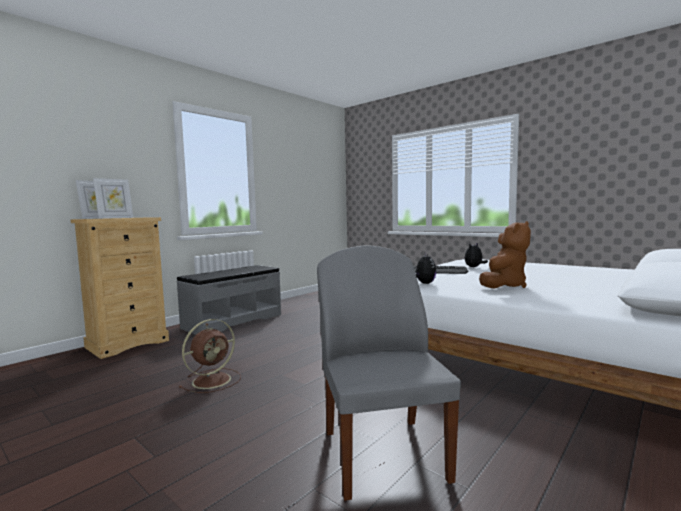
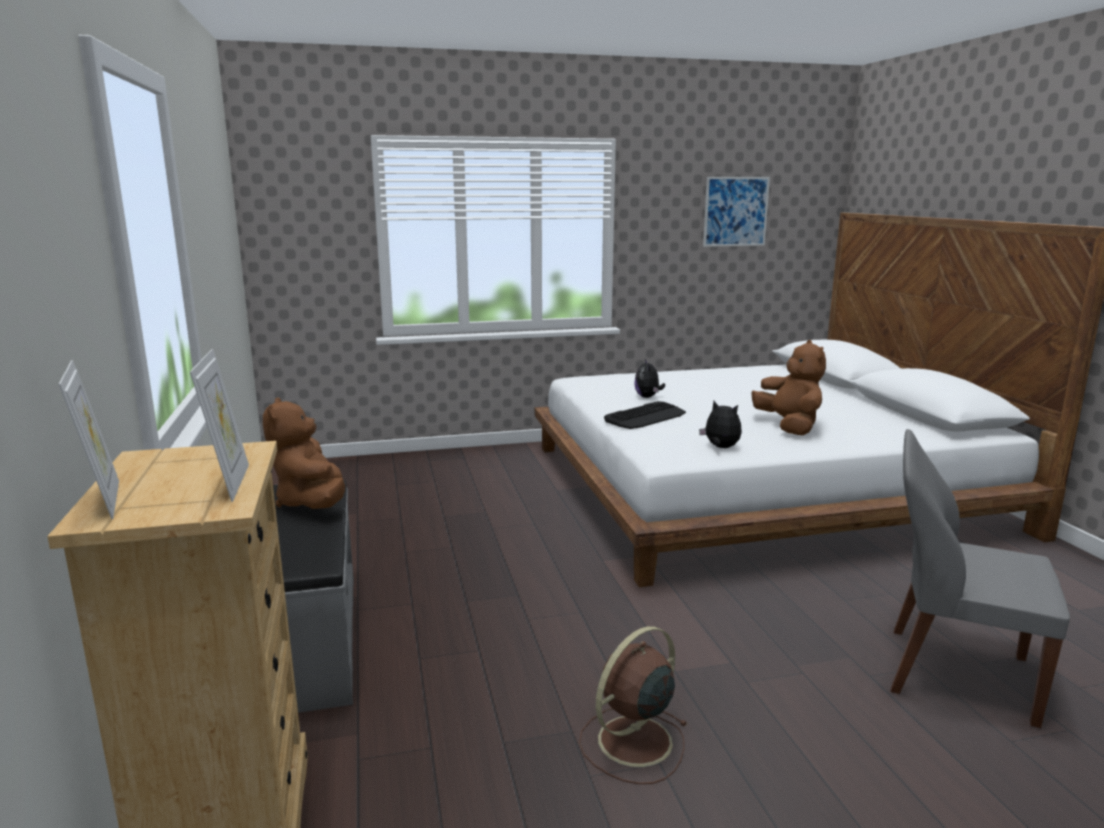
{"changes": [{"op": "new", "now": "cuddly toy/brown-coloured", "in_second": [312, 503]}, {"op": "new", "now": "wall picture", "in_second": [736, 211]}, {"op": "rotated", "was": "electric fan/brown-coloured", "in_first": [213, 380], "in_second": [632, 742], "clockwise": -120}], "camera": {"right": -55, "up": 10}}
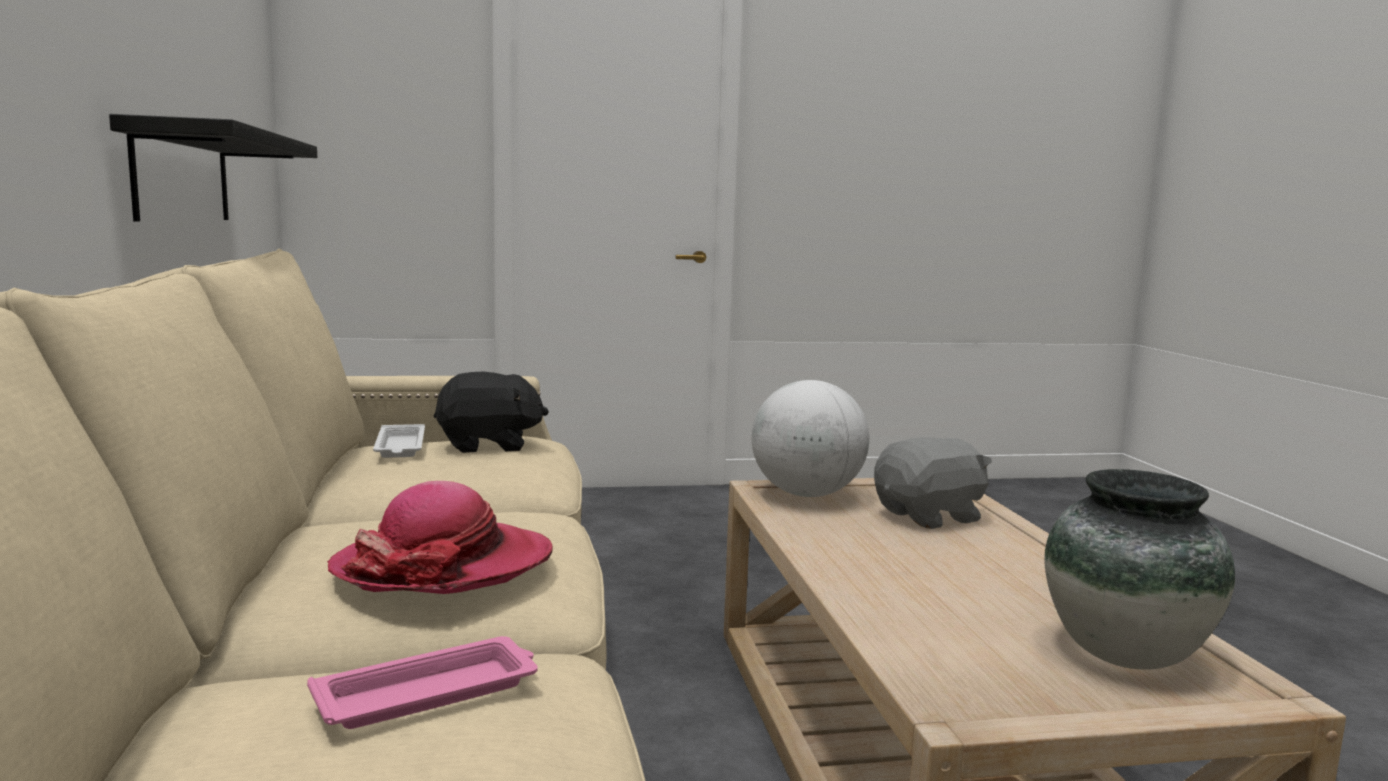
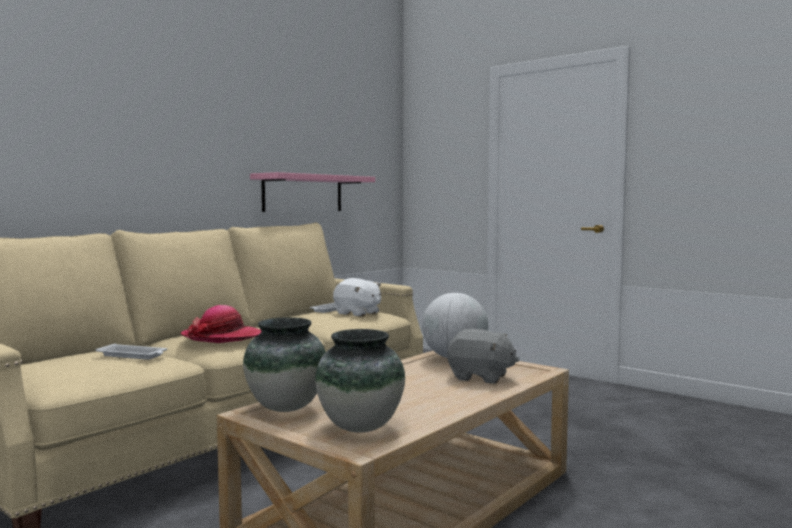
{"changes": [{"op": "new", "now": "flower vase", "in_second": [286, 407]}, {"op": "repainted", "was": "bracket shelf/black-coloured", "now": "bracket shelf/pink-coloured", "in_first": [182, 176], "in_second": [303, 193]}, {"op": "repainted", "was": "carrying tray/pink-coloured", "now": "carrying tray/whitish", "in_first": [431, 693], "in_second": [133, 355]}, {"op": "repainted", "was": "cuddly toy/black-coloured", "now": "cuddly toy/whitish", "in_first": [489, 445], "in_second": [357, 313]}], "camera": {"right": 50, "up": -5}}
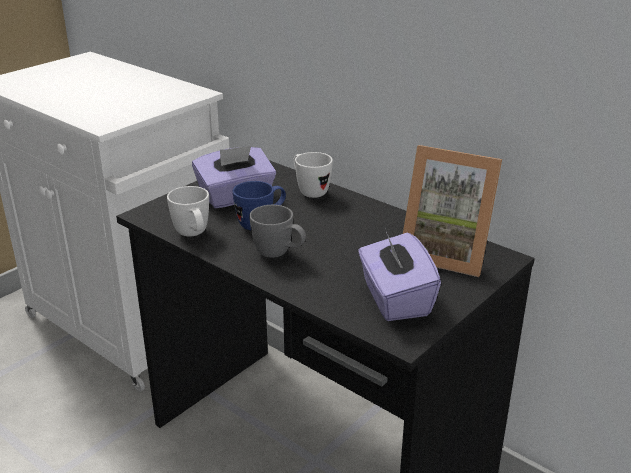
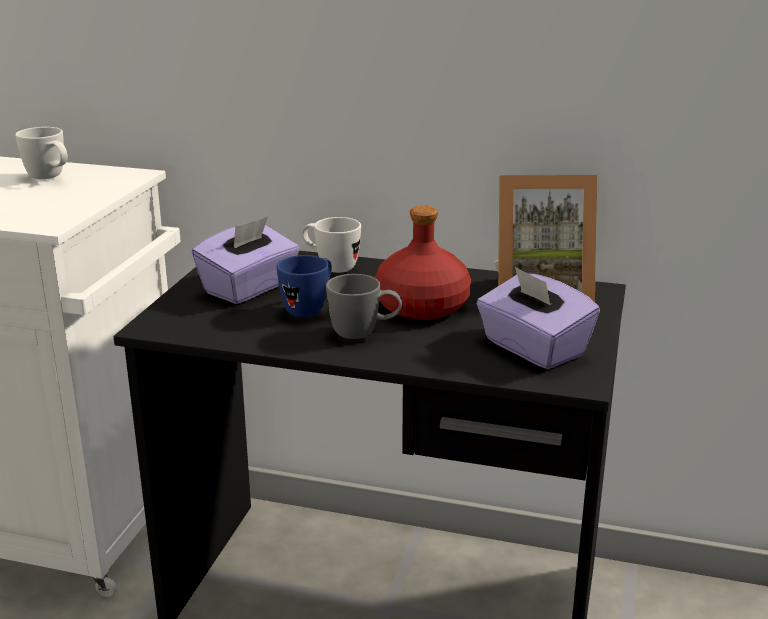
{"changes": [{"op": "new", "now": "beverage bottle/red-coloured", "in_second": [422, 306]}, {"op": "shifted", "was": "tea mug/whitish", "in_first": [193, 235], "in_second": [50, 178]}], "camera": {"right": -25, "up": -5}}
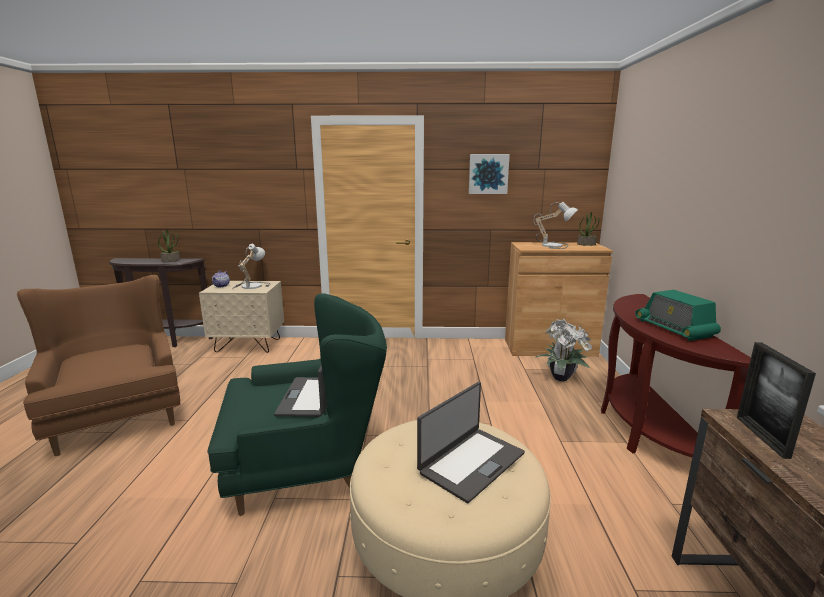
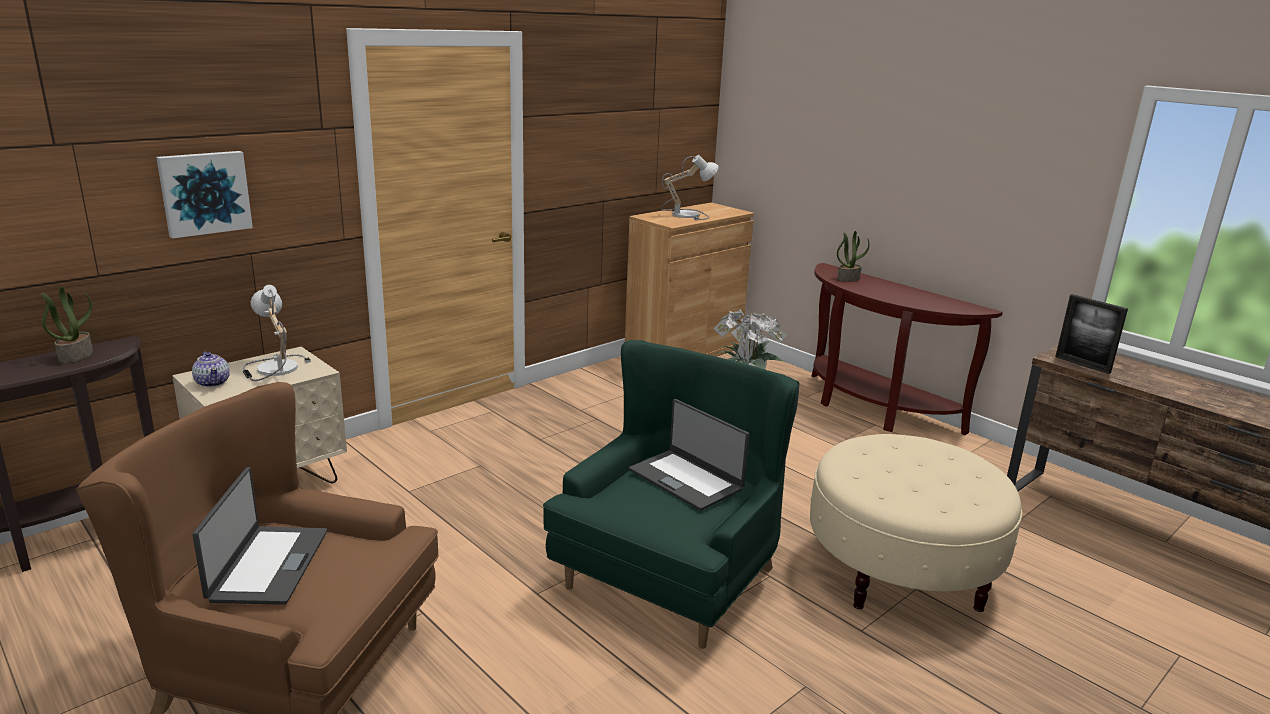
{"changes": [{"op": "gone", "was": "radio receiver", "in_first": [674, 328]}, {"op": "shifted", "was": "notebook computer", "in_first": [471, 462], "in_second": [267, 565]}, {"op": "shifted", "was": "wall picture", "in_first": [488, 174], "in_second": [204, 193]}, {"op": "shifted", "was": "houseplant", "in_first": [586, 244], "in_second": [848, 279]}], "camera": {"right": -45, "up": 5}}
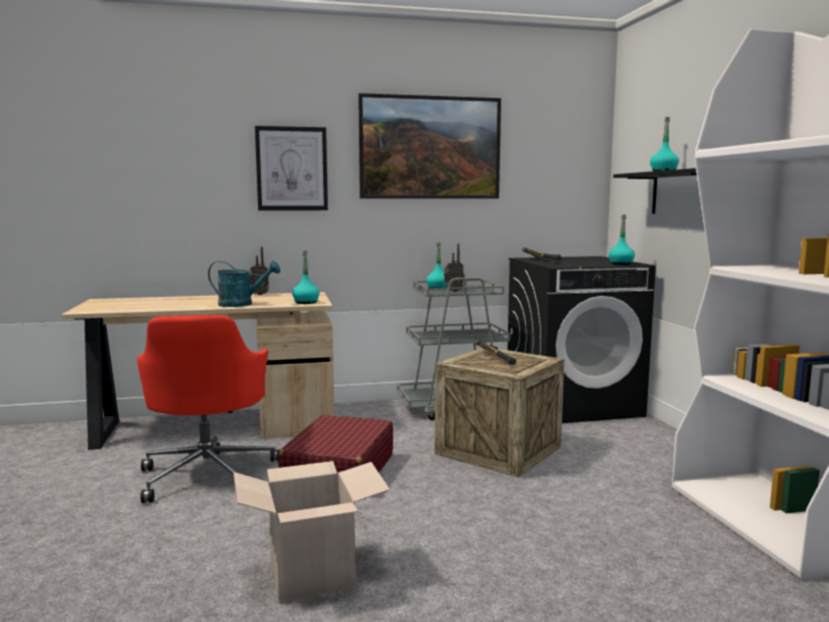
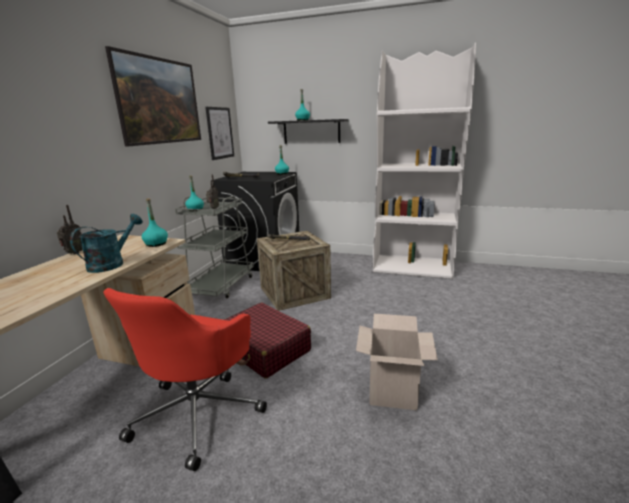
{"changes": [{"op": "shifted", "was": "wall picture", "in_first": [292, 169], "in_second": [220, 133]}, {"op": "rotated", "was": "computer chair/red-coloured", "in_first": [208, 474], "in_second": [199, 412], "clockwise": 90}], "camera": {"right": -60, "up": 10}}
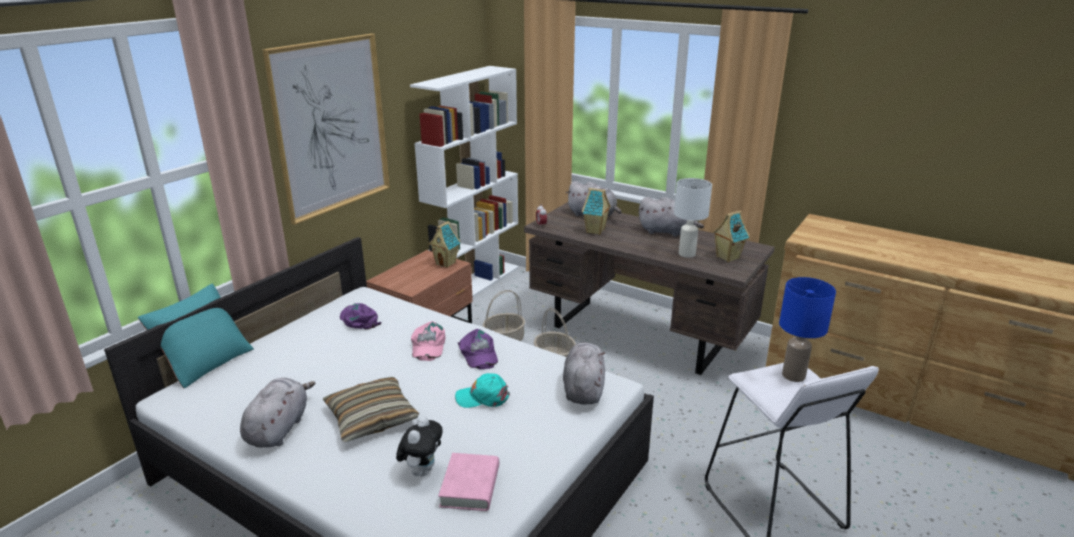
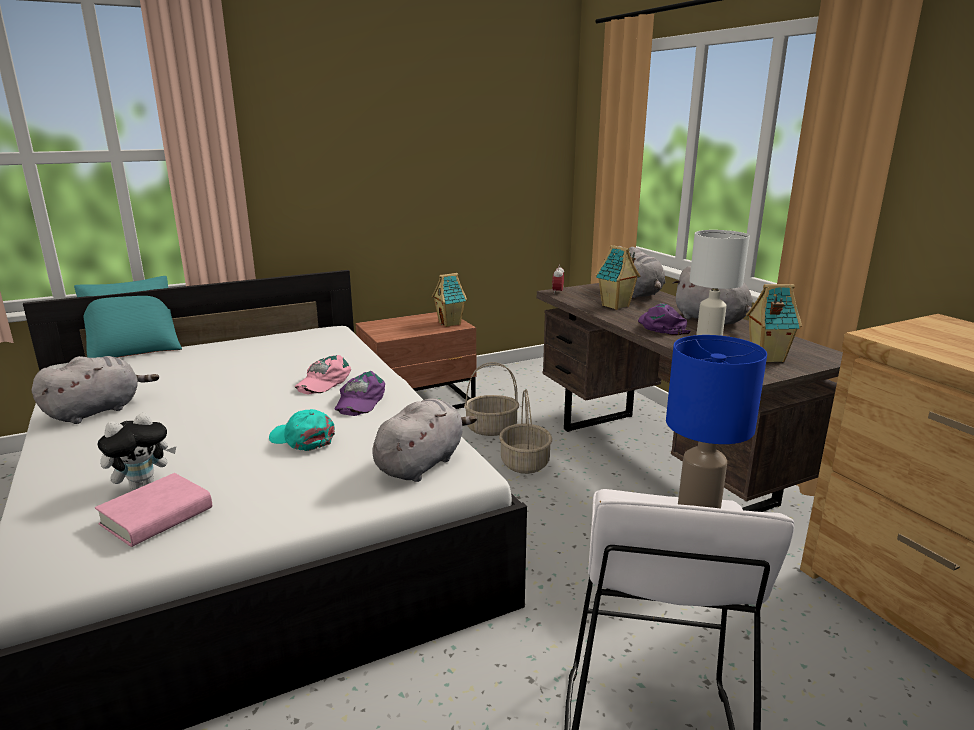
{"changes": [{"op": "gone", "was": "wall picture", "in_first": [332, 126]}, {"op": "gone", "was": "pillow", "in_first": [372, 418]}, {"op": "gone", "was": "bookcase/whitish", "in_first": [474, 283]}, {"op": "shifted", "was": "cap/purplish", "in_first": [359, 320], "in_second": [661, 326]}], "camera": {"right": 30, "up": -5}}
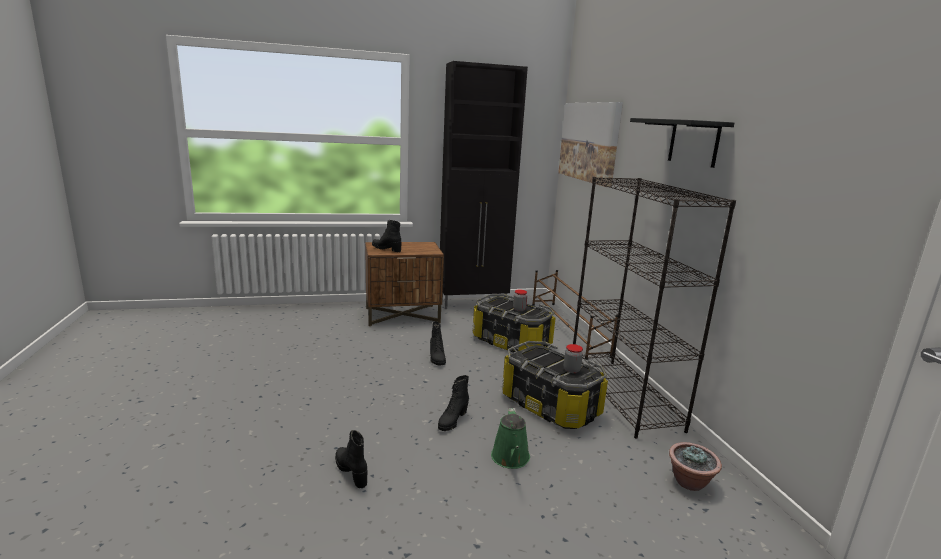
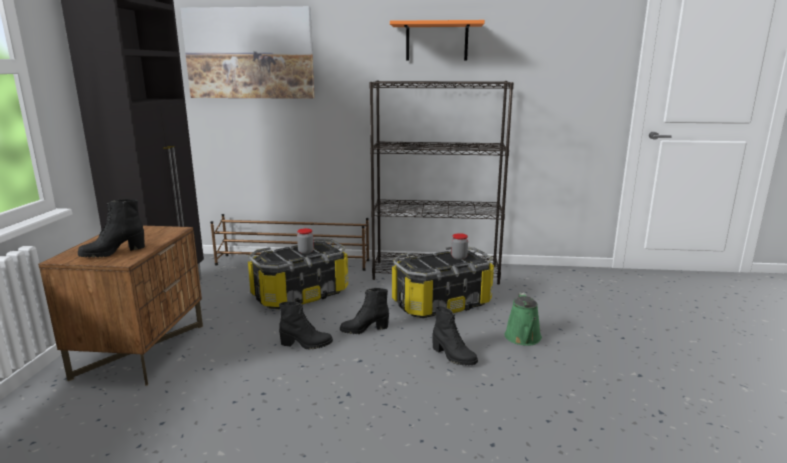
{"changes": [{"op": "gone", "was": "houseplant", "in_first": [689, 482]}, {"op": "shifted", "was": "boot/black-coloured", "in_first": [352, 471], "in_second": [364, 329]}, {"op": "repainted", "was": "bracket shelf/black-coloured", "now": "bracket shelf/orange", "in_first": [693, 142], "in_second": [436, 42]}, {"op": "rotated", "was": "sprinkling can/greenish", "in_first": [510, 459], "in_second": [523, 338], "clockwise": 75}], "camera": {"right": -70, "up": 0}}
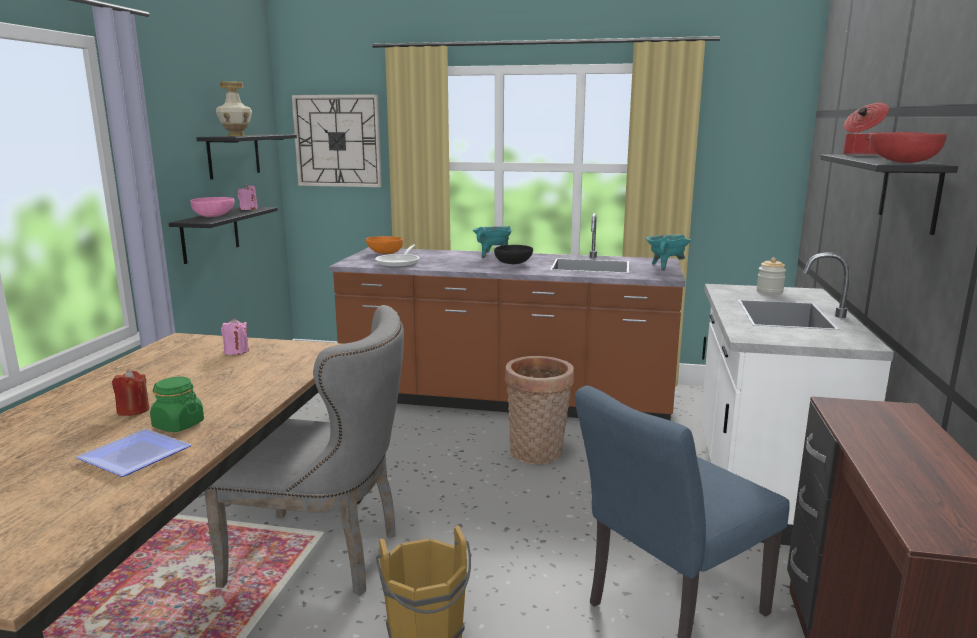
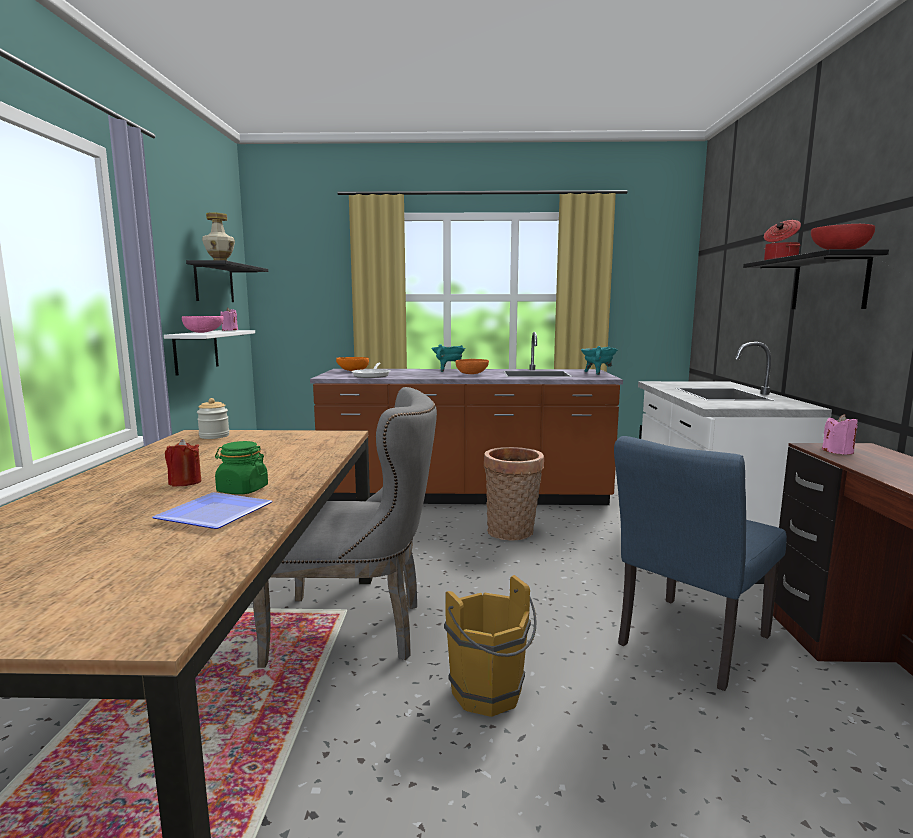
{"changes": [{"op": "gone", "was": "clock on the wall", "in_first": [337, 141]}, {"op": "shifted", "was": "candle/pink-coloured", "in_first": [236, 351], "in_second": [838, 451]}, {"op": "shifted", "was": "preserve jar", "in_first": [769, 291], "in_second": [214, 436]}, {"op": "repainted", "was": "bracket shelf/black-coloured", "now": "bracket shelf/whitish", "in_first": [210, 234], "in_second": [196, 351]}, {"op": "repainted", "was": "bowl/black-coloured", "now": "bowl/orange", "in_first": [513, 264], "in_second": [472, 374]}], "camera": {"right": -10, "up": -5}}
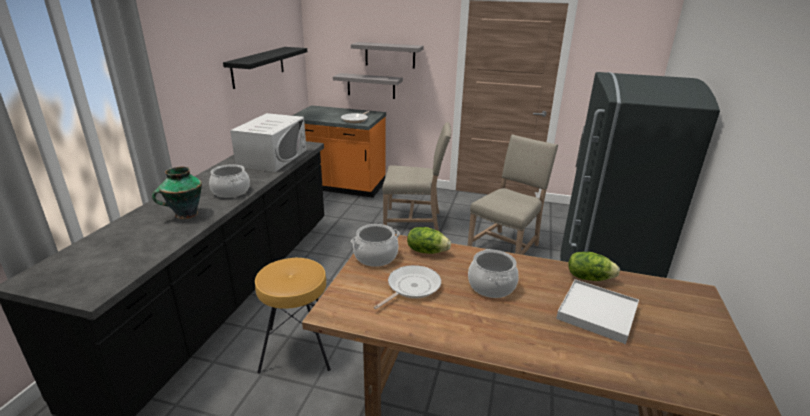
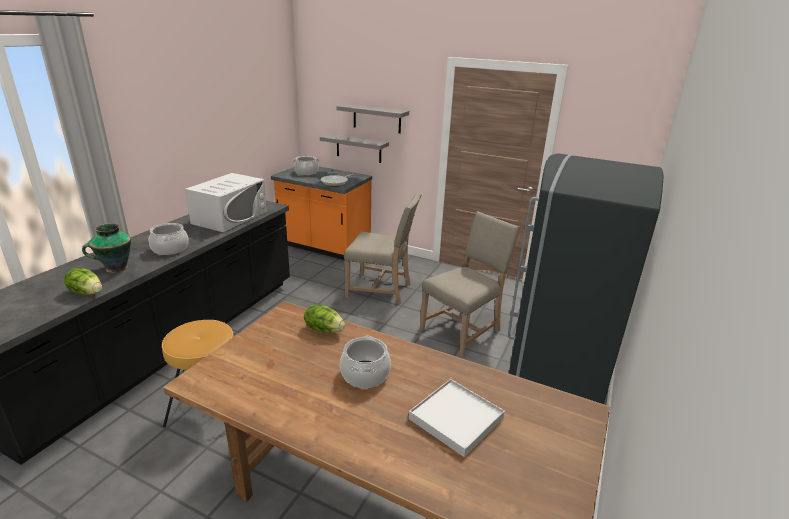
{"changes": [{"op": "gone", "was": "bracket shelf/black-coloured", "in_first": [258, 66]}, {"op": "gone", "was": "pan", "in_first": [411, 287]}, {"op": "shifted", "was": "saucepot", "in_first": [375, 256], "in_second": [306, 172]}, {"op": "shifted", "was": "head of lettuce", "in_first": [588, 277], "in_second": [87, 292]}], "camera": {"right": 10, "up": 0}}
